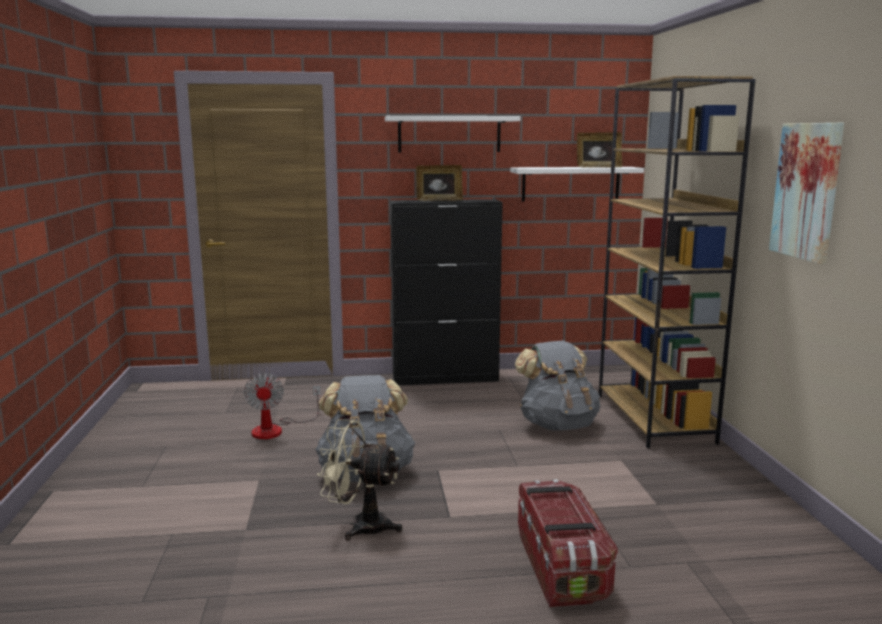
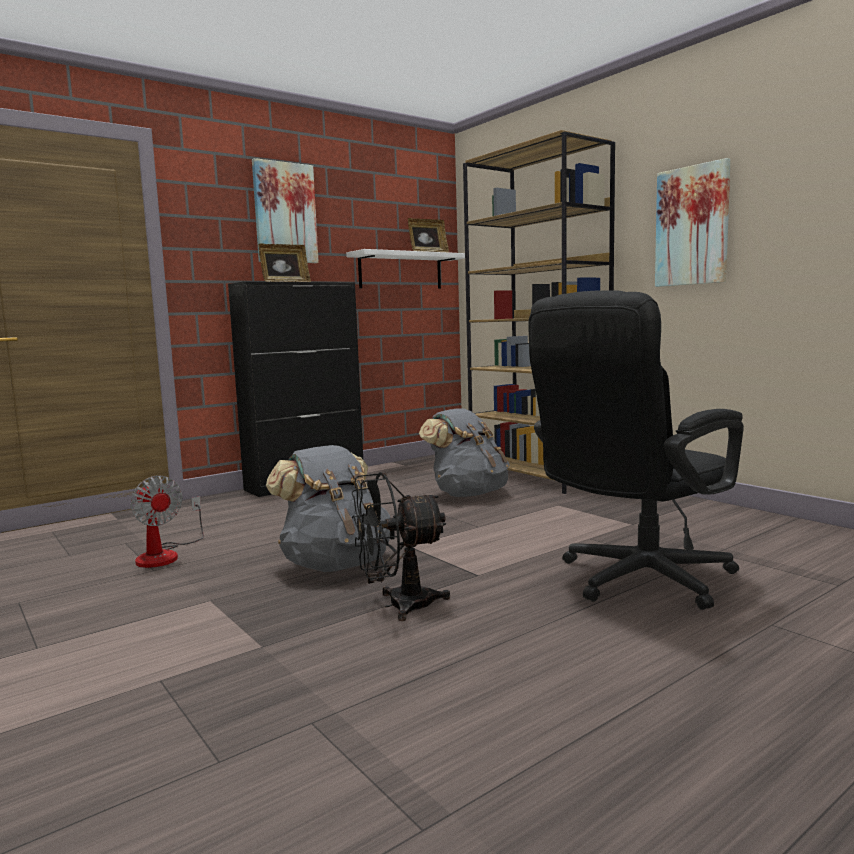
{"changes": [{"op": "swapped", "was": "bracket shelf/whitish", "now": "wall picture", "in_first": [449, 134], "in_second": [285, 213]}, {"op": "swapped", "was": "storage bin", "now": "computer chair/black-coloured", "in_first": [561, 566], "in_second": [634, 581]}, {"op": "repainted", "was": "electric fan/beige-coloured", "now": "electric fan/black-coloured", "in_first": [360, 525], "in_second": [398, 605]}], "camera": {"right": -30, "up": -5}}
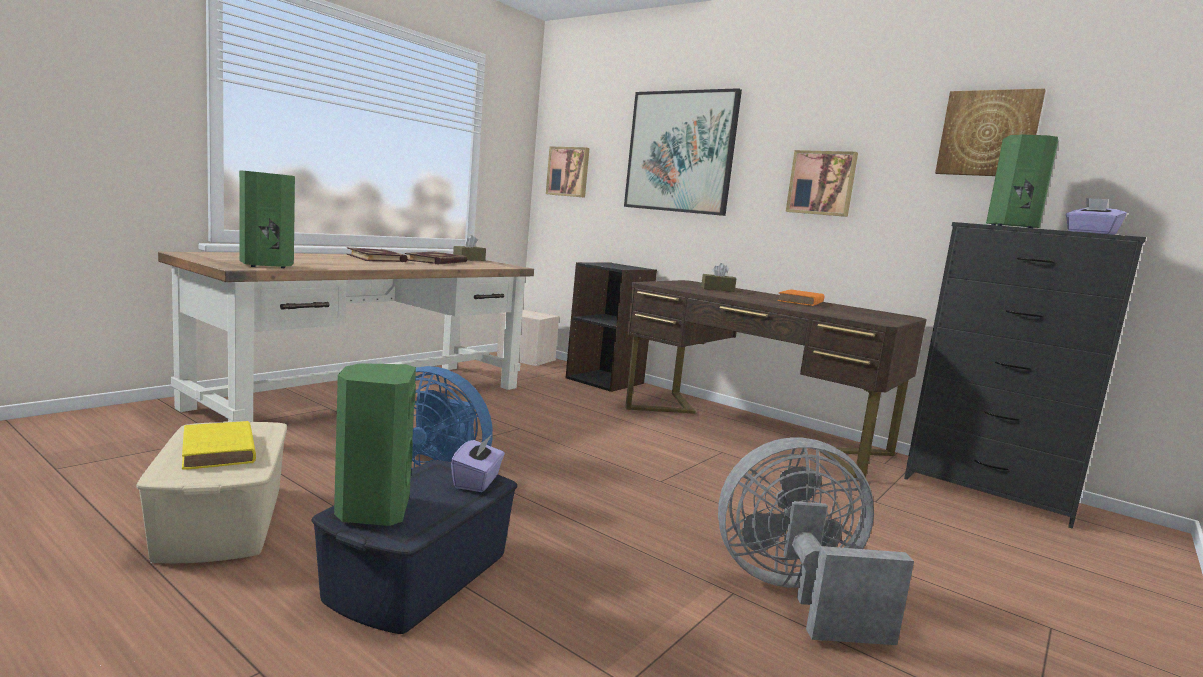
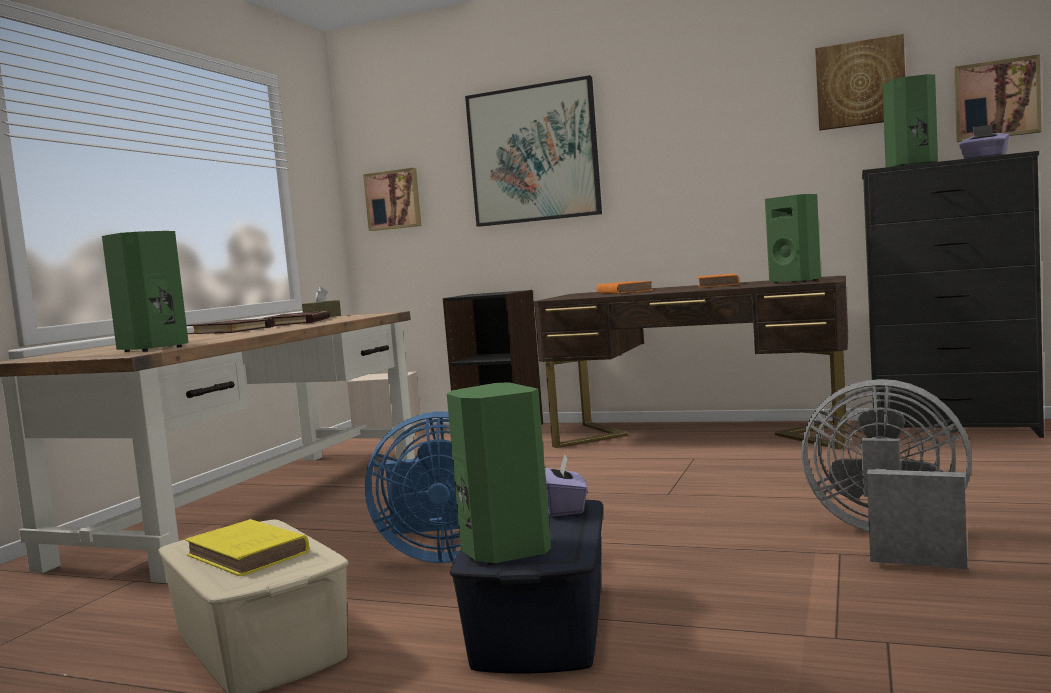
{"changes": [{"op": "new", "now": "speaker/greenish", "in_second": [796, 281]}, {"op": "shifted", "was": "wall picture", "in_first": [822, 183], "in_second": [996, 100]}, {"op": "swapped", "was": "tissue holder/brown-coloured", "now": "bound book/orange", "in_first": [717, 289], "in_second": [623, 292]}, {"op": "rotated", "was": "electric fan/grey", "in_first": [795, 595], "in_second": [891, 540], "clockwise": 45}], "camera": {"right": -15, "up": -5}}
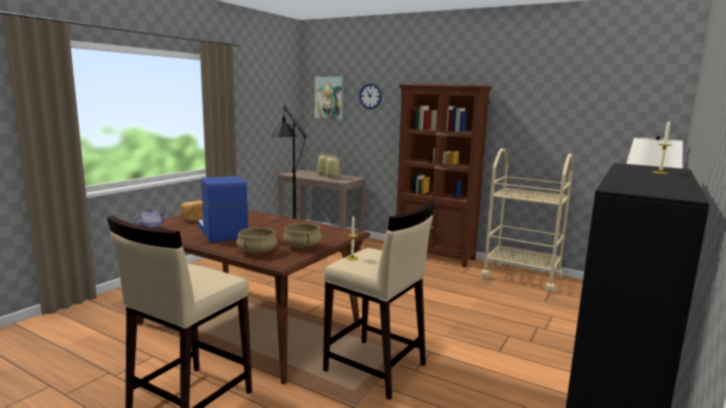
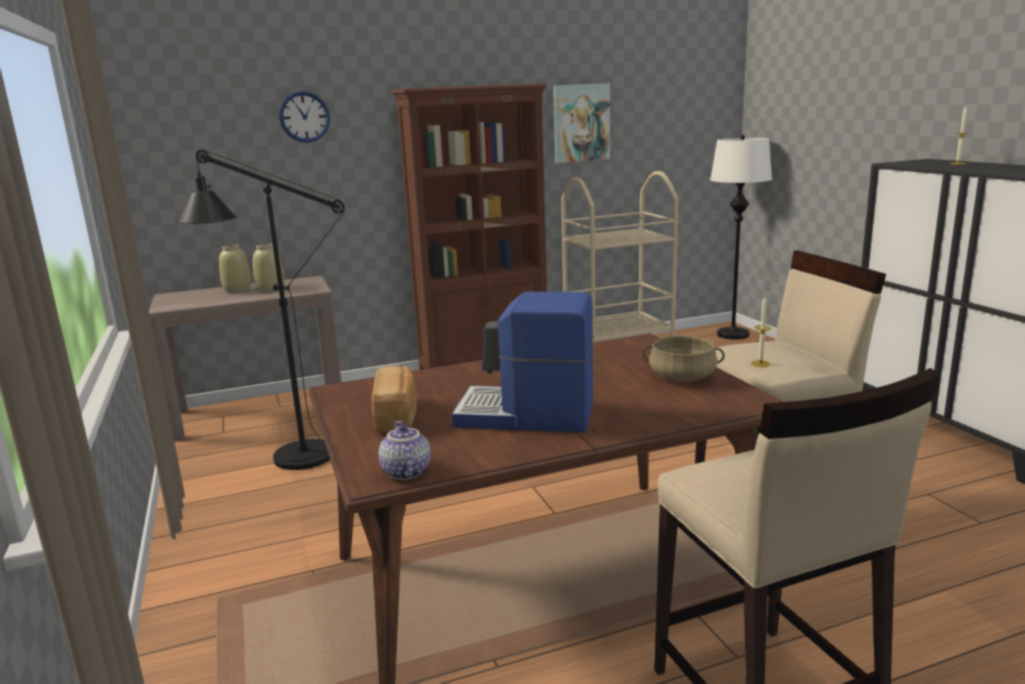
{"changes": [{"op": "gone", "was": "saucepot/beige-coloured", "in_first": [257, 251]}, {"op": "shifted", "was": "wall picture", "in_first": [329, 97], "in_second": [581, 123]}], "camera": {"right": -50, "up": 5}}
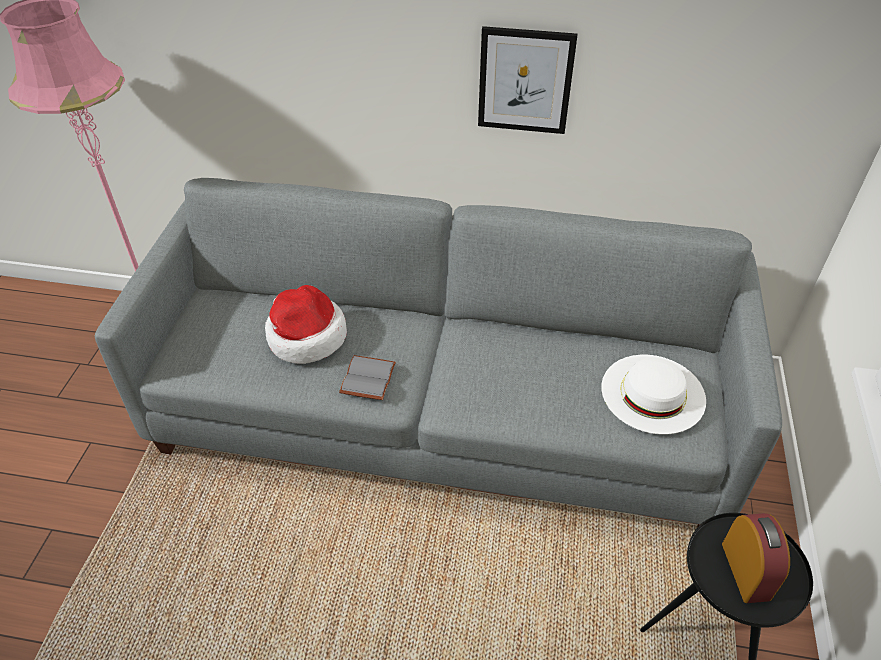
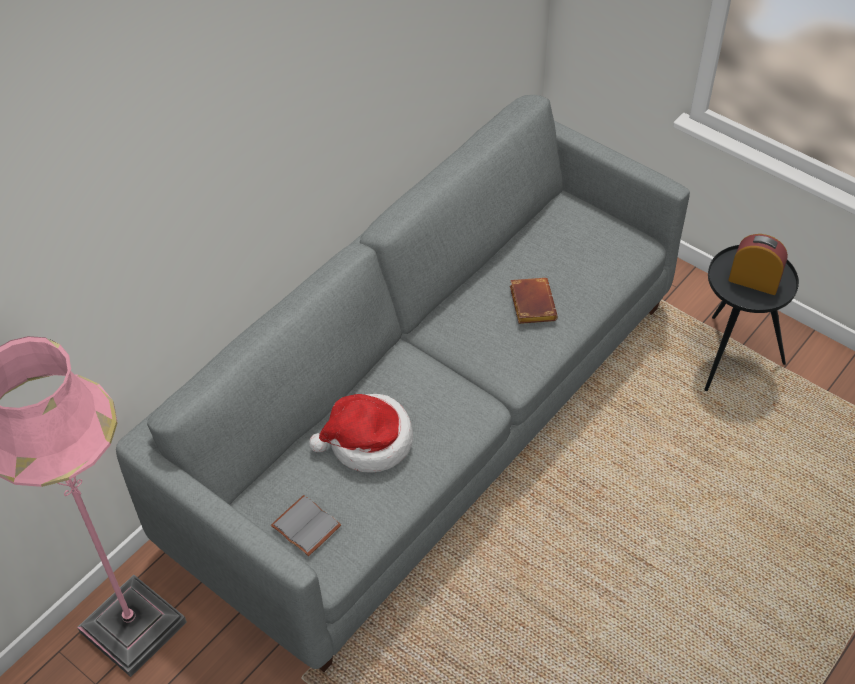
{"changes": [{"op": "gone", "was": "wall picture", "in_first": [525, 81]}, {"op": "gone", "was": "clothing hat/whitish", "in_first": [653, 393]}, {"op": "new", "now": "bound book/brown-coloured", "in_second": [530, 303]}, {"op": "shifted", "was": "bound book/grey", "in_first": [366, 377], "in_second": [304, 527]}], "camera": {"right": -60, "up": 5}}
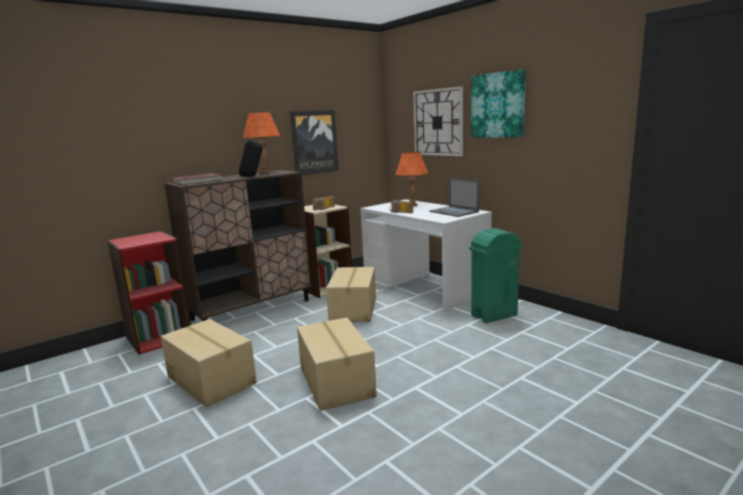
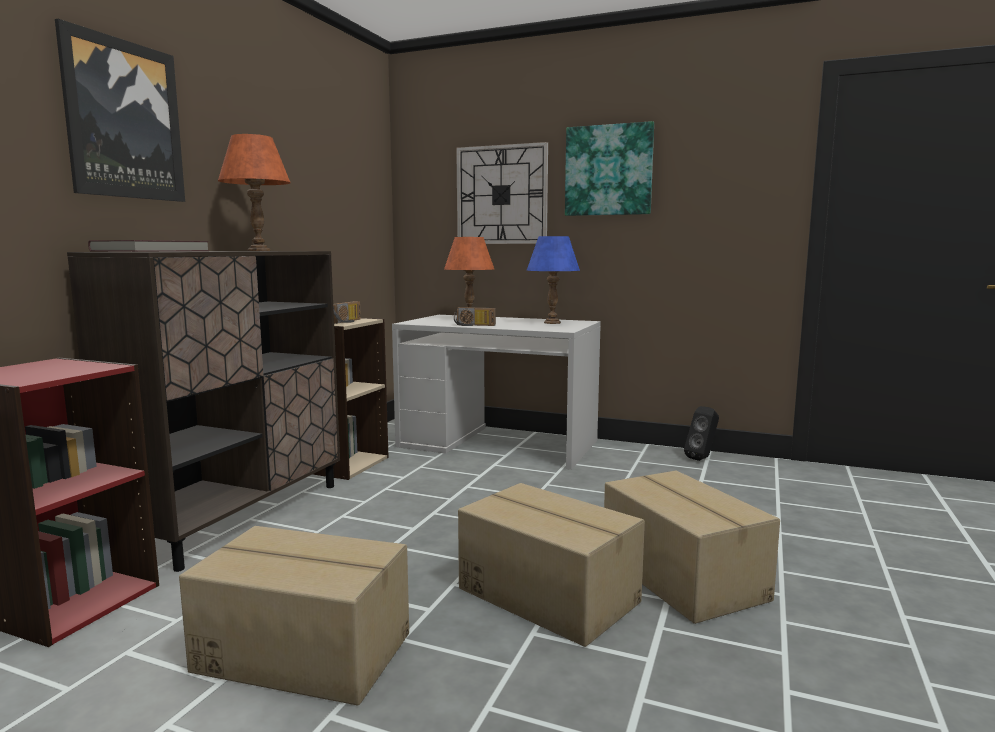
{"changes": [{"op": "gone", "was": "trash can/greenish", "in_first": [493, 315]}, {"op": "shifted", "was": "speaker/black-coloured", "in_first": [252, 176], "in_second": [702, 458]}, {"op": "shifted", "was": "wall picture", "in_first": [314, 142], "in_second": [123, 120]}, {"op": "shifted", "was": "cardboard box", "in_first": [354, 309], "in_second": [683, 575]}, {"op": "swapped", "was": "notebook computer", "now": "lamp for a table/blue", "in_first": [454, 212], "in_second": [552, 322]}], "camera": {"right": -30, "up": -5}}
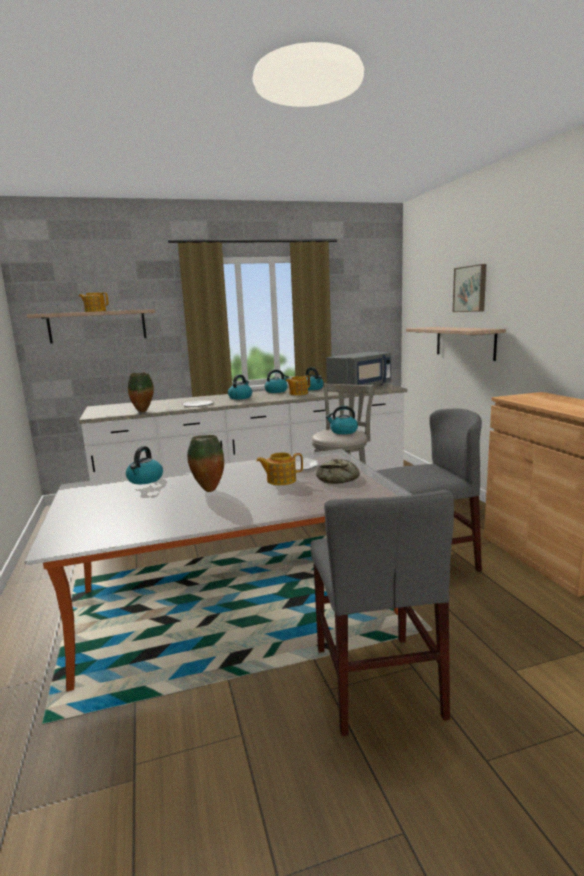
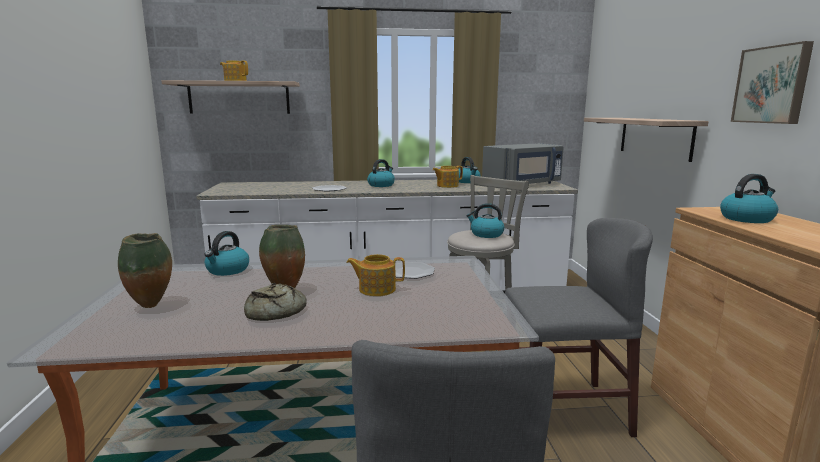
{"changes": [{"op": "shifted", "was": "flower vase", "in_first": [143, 411], "in_second": [152, 306]}, {"op": "shifted", "was": "water kettle", "in_first": [276, 391], "in_second": [747, 219]}, {"op": "shifted", "was": "bread", "in_first": [339, 478], "in_second": [274, 311]}, {"op": "shifted", "was": "wall picture", "in_first": [471, 289], "in_second": [772, 85]}], "camera": {"right": 10, "up": 0}}
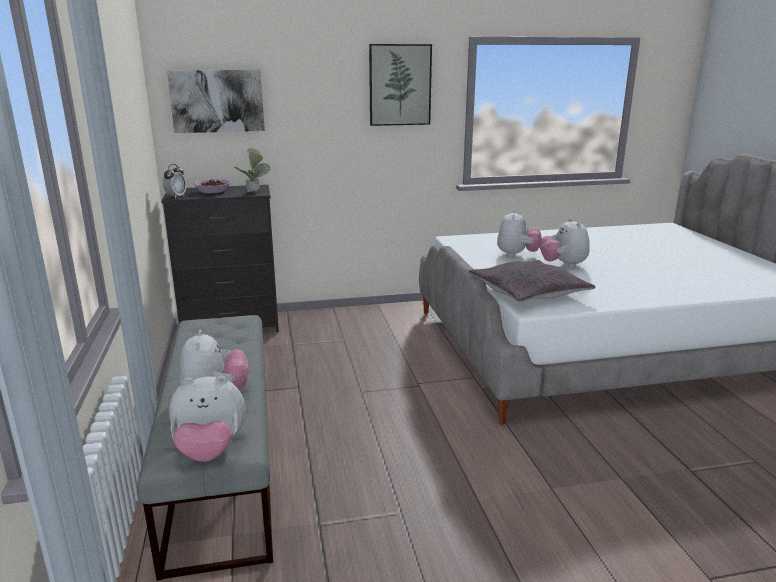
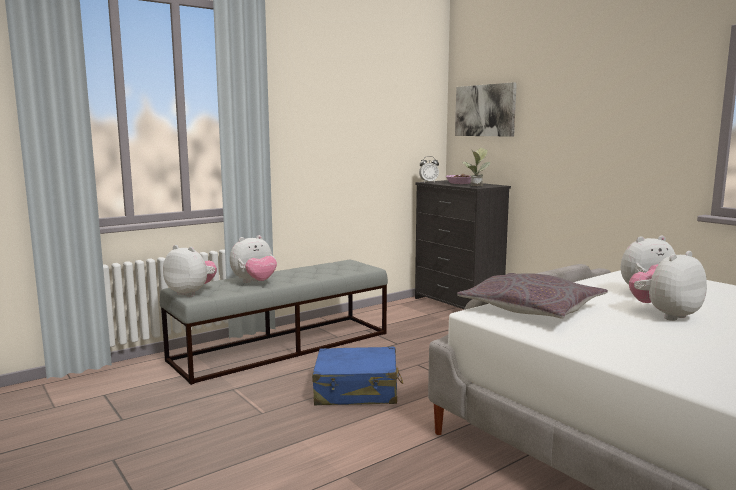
{"changes": [{"op": "gone", "was": "wall picture", "in_first": [399, 85]}, {"op": "new", "now": "piece of luggage/blue", "in_second": [357, 391]}, {"op": "rotated", "was": "cuddly toy", "in_first": [210, 451], "in_second": [191, 293], "clockwise": 150}], "camera": {"right": 65, "up": -10}}
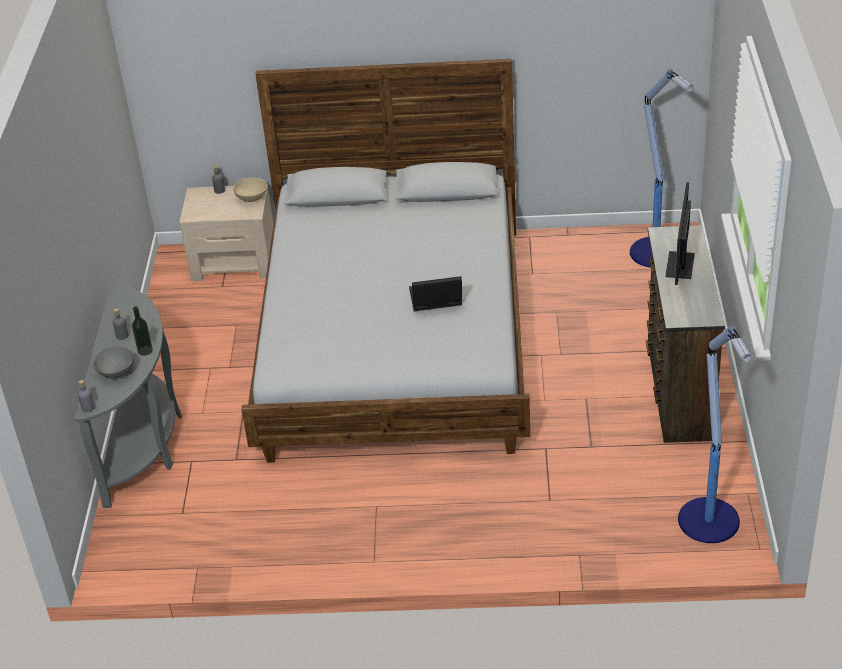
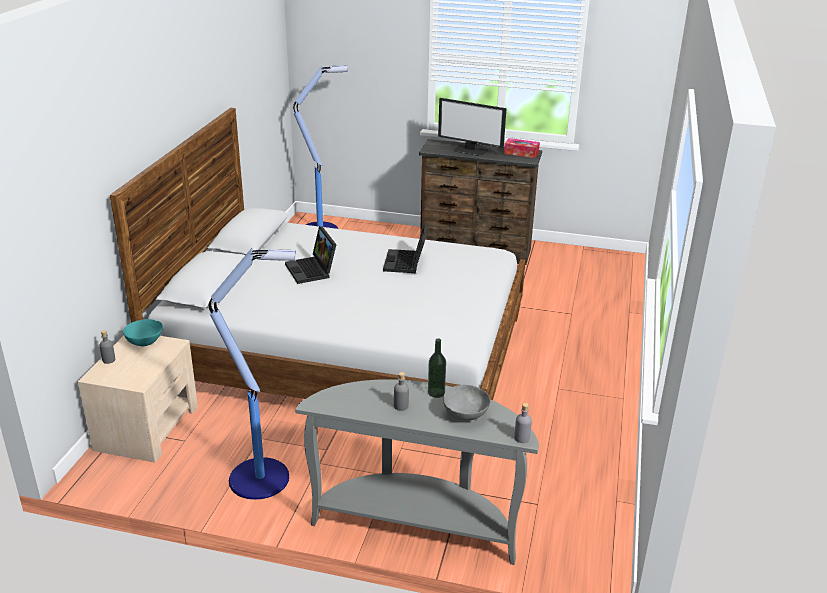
{"changes": [{"op": "new", "now": "notebook computer", "in_second": [312, 270]}, {"op": "new", "now": "tissue holder", "in_second": [521, 153]}, {"op": "shifted", "was": "standing lamp", "in_first": [710, 522], "in_second": [262, 478]}, {"op": "repainted", "was": "bowl/beige-coloured", "now": "bowl/blue-green", "in_first": [251, 198], "in_second": [145, 342]}], "camera": {"right": -80, "up": -10}}
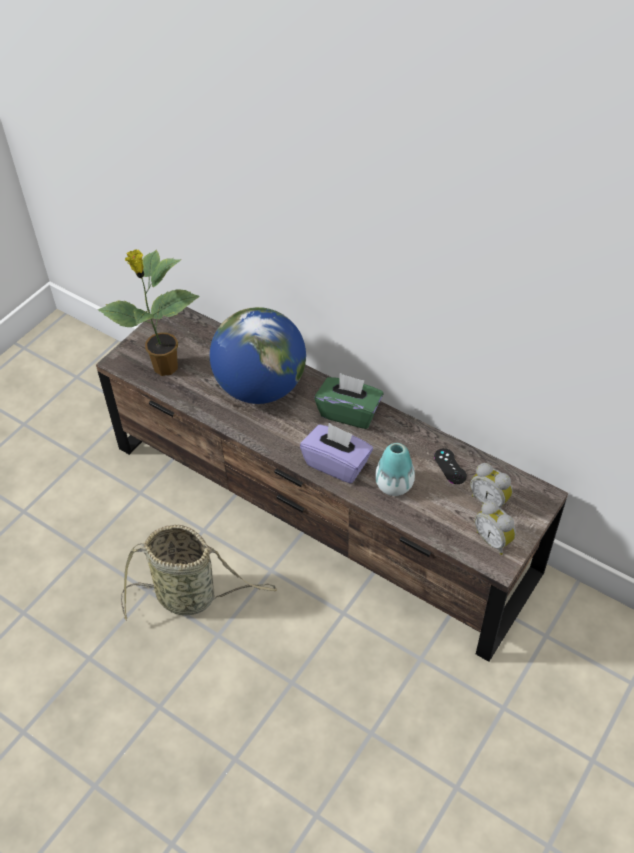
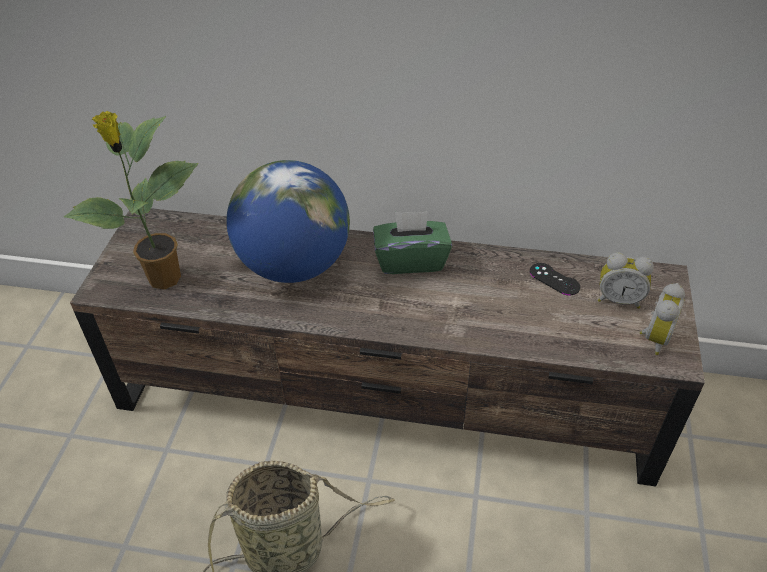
{"changes": [{"op": "gone", "was": "tissue holder/purplish", "in_first": [337, 464]}, {"op": "gone", "was": "flower vase", "in_first": [394, 485]}, {"op": "rotated", "was": "table clock", "in_first": [494, 540], "in_second": [653, 338], "clockwise": -90}], "camera": {"right": -25, "up": -5}}
